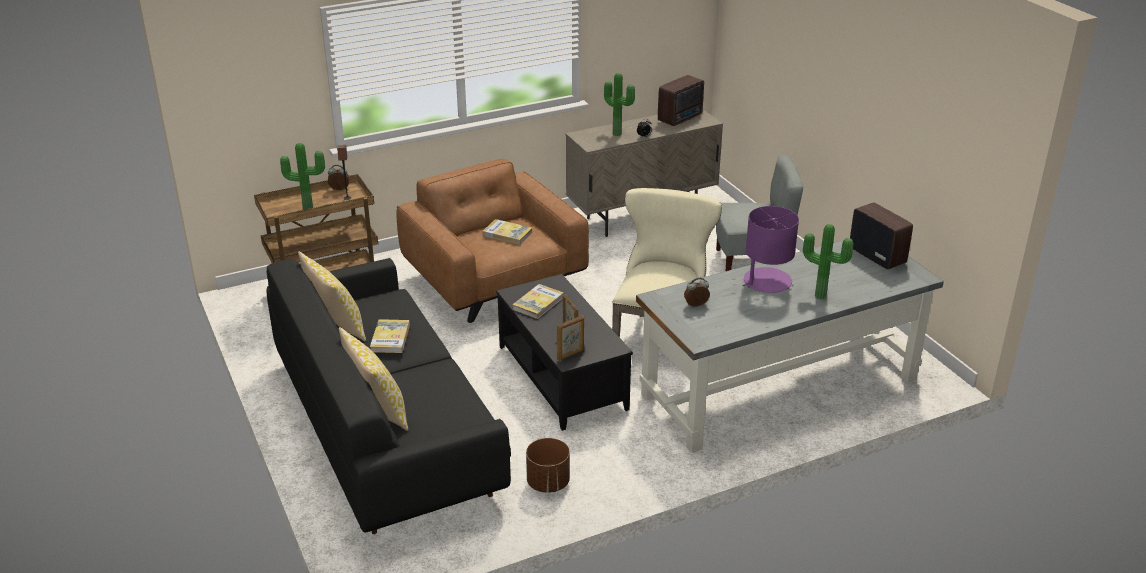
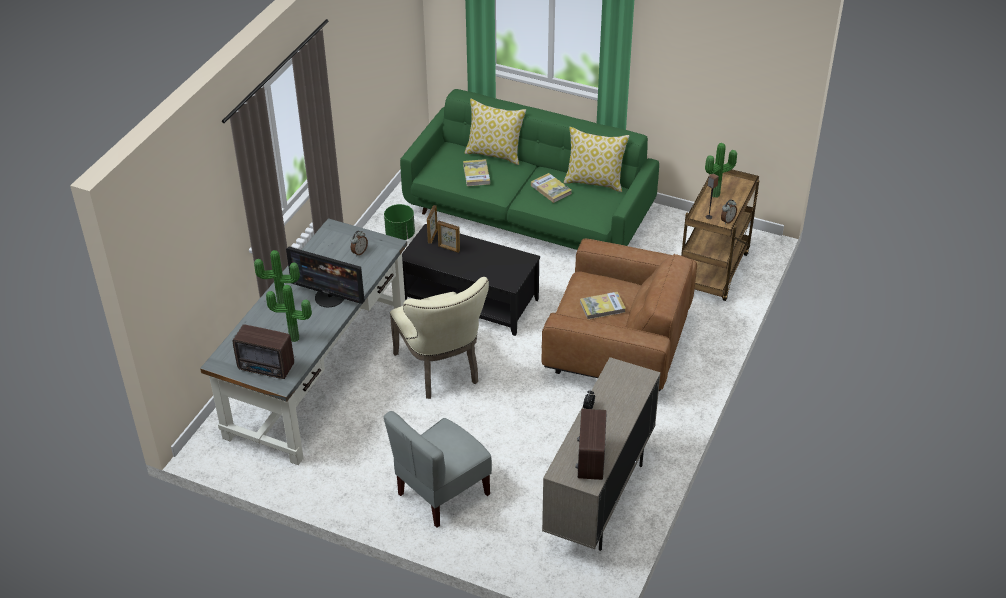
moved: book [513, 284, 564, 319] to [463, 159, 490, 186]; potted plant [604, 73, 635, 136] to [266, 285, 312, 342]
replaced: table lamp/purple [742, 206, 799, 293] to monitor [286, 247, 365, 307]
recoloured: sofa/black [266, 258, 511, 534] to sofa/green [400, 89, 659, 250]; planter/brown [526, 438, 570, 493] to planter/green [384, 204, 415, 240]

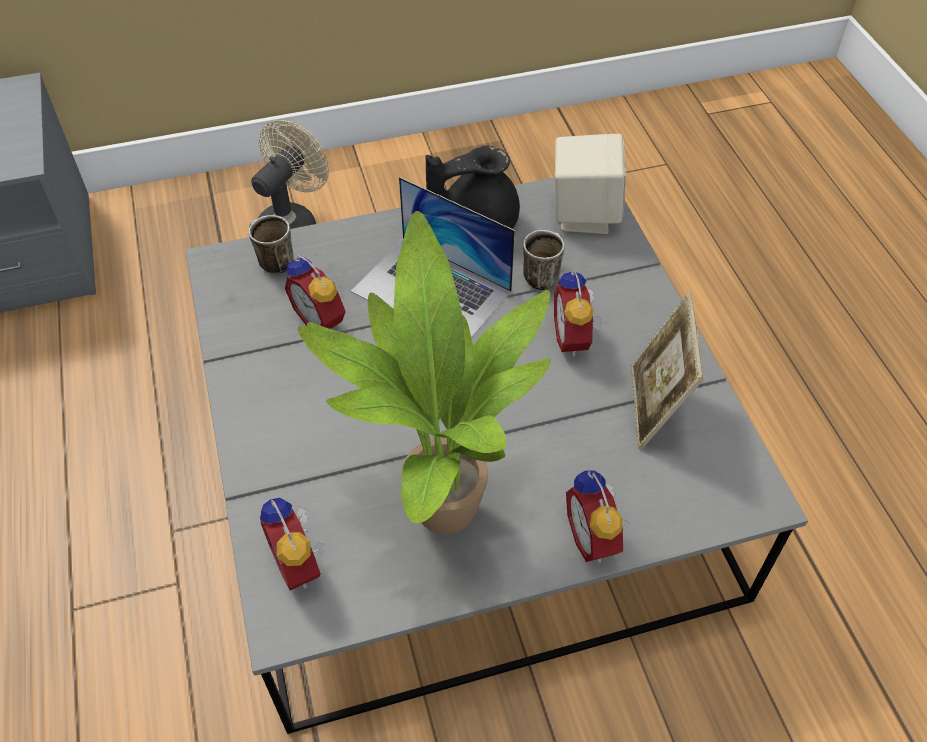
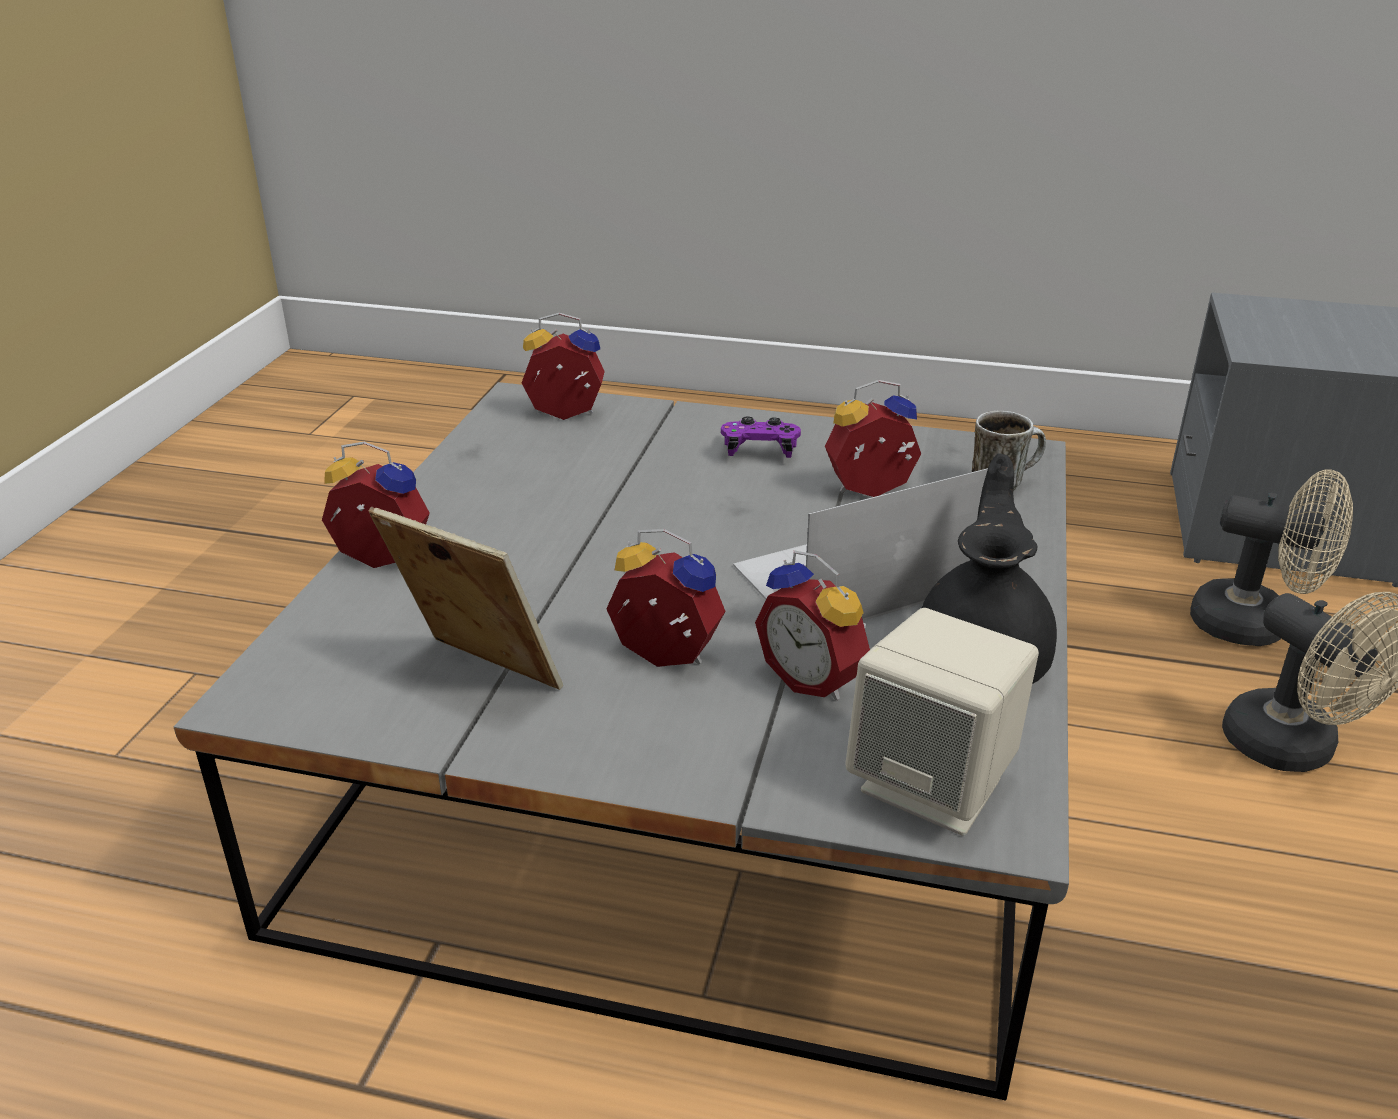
removed: potted plant [298, 211, 551, 535]
added: game controller/purple [721, 416, 801, 458]; fan/beige [1190, 470, 1353, 646]
replaced: mug [523, 230, 565, 290] to alarm clock [755, 550, 870, 700]

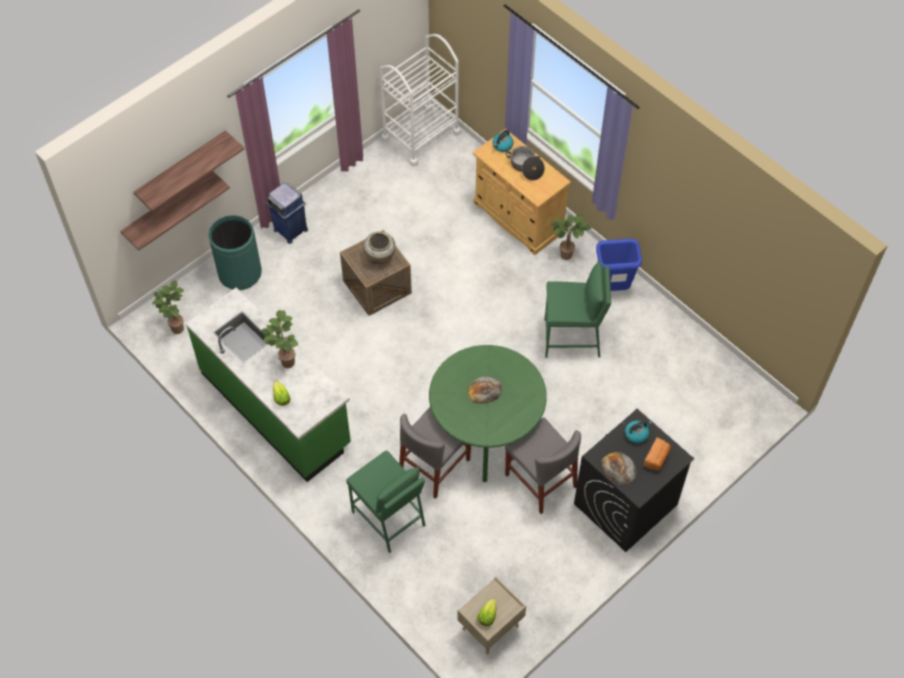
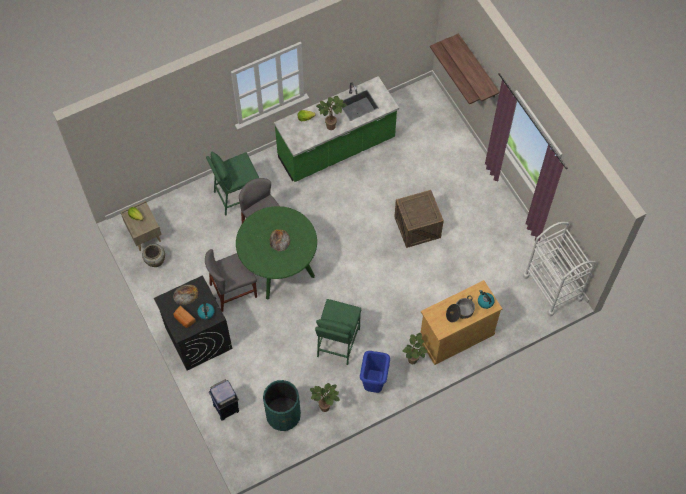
moved: potted plant [152, 280, 184, 334] to [310, 383, 340, 412]; trash can/green [209, 215, 262, 290] to [263, 380, 301, 431]; trash can/blue [267, 182, 308, 244] to [209, 379, 239, 421]; vase/beige [363, 231, 396, 265] to [142, 244, 165, 267]

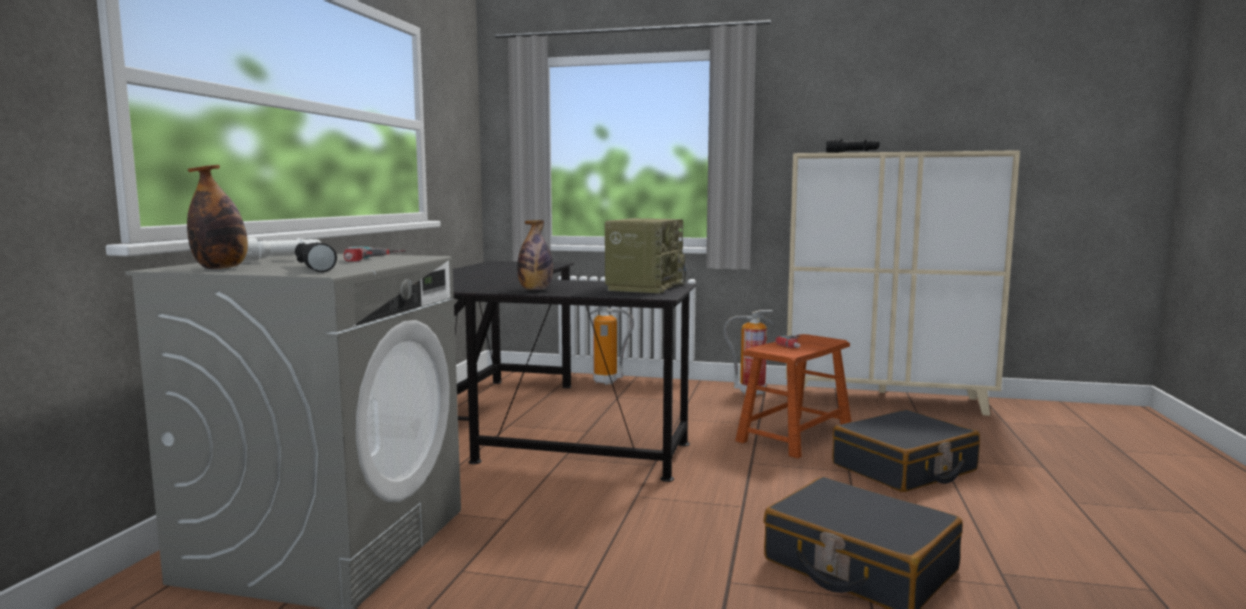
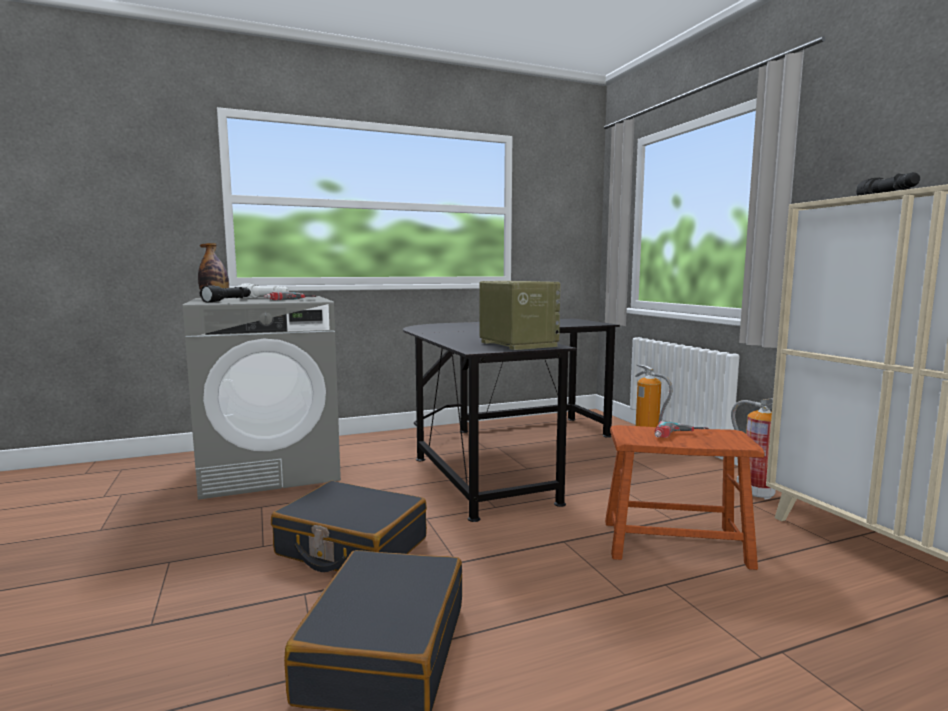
removed: bottle [517, 220, 553, 290]
moved: suitcase/black [832, 410, 980, 492] to [271, 481, 427, 572]
turned: radio [605, 218, 686, 293] = [479, 281, 561, 350] 105 degrees counterclockwise

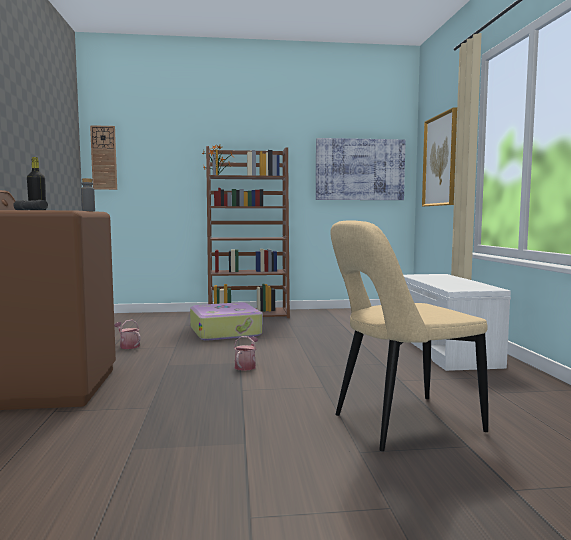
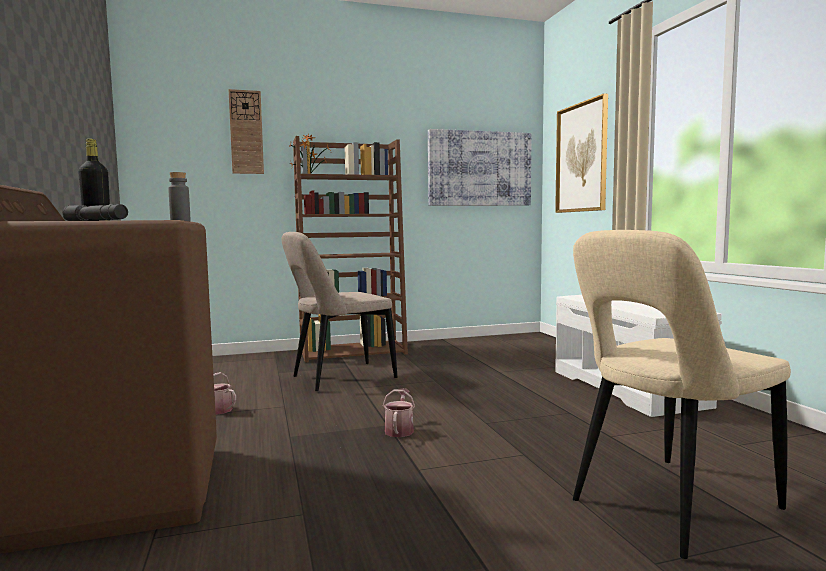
moved: wall clock [90, 125, 117, 190] to [228, 89, 264, 174]
replaced: suitcase [190, 302, 263, 341] to chair/beige [282, 232, 397, 391]

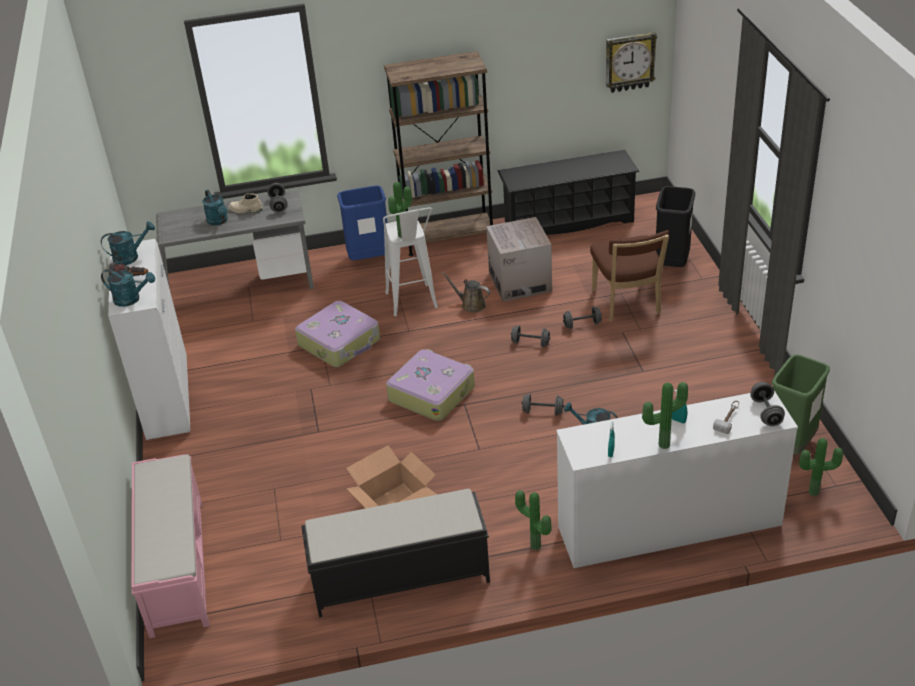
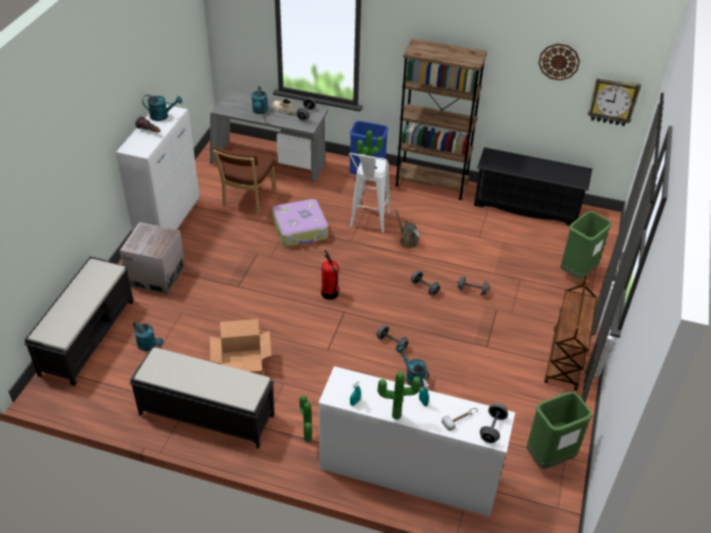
removed: potted plant [799, 438, 843, 496]
added: wall clock [538, 43, 580, 81]; cart/brown [544, 276, 597, 391]
moved: watering can/turquoise [101, 269, 155, 307] to [133, 321, 163, 351]; cardboard box [486, 217, 552, 302] to [120, 222, 185, 295]; chair/brown [590, 230, 669, 322] to [213, 146, 276, 214]
replaced: suitcase [386, 349, 475, 421] to fire extinguisher [321, 250, 339, 300]
recoloured: bench/pink [131, 454, 209, 638] to bench/black [24, 256, 134, 386]; trash can/black [656, 186, 695, 267] to trash can/green [560, 211, 612, 279]

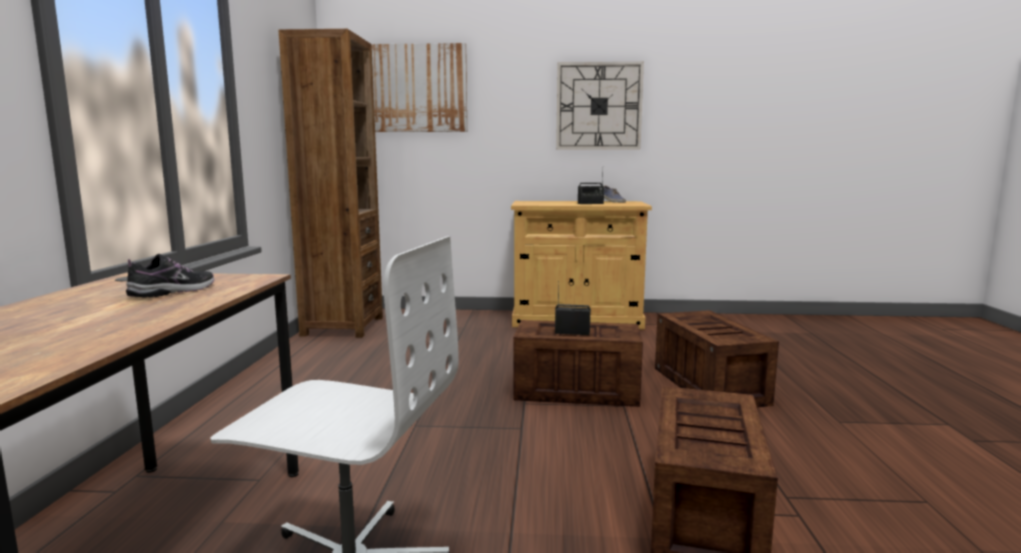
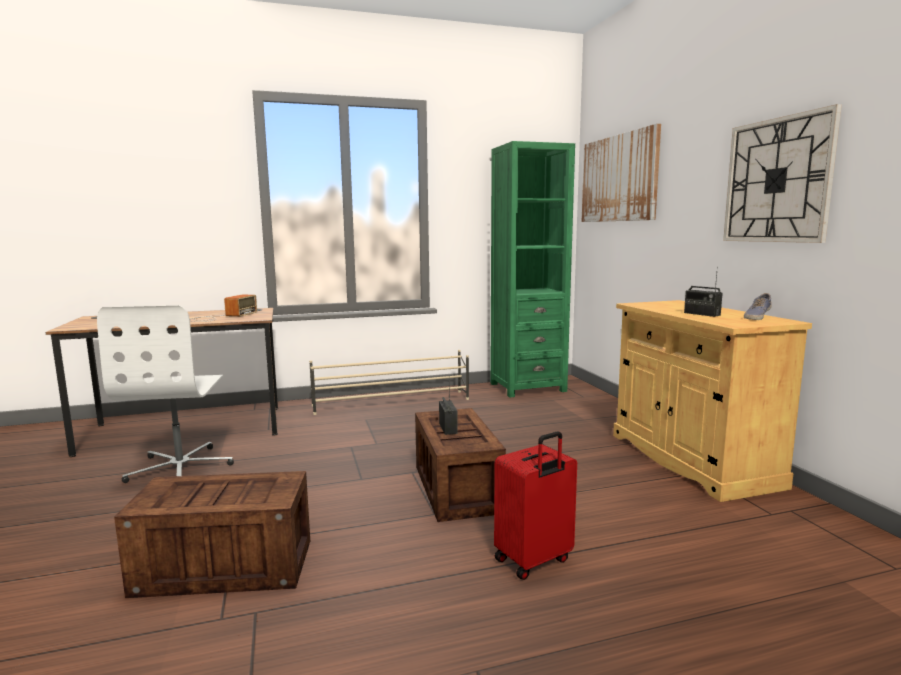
added: shoe rack/beige [309, 350, 469, 415]
replaced: shoe [126, 254, 214, 298] to radio [191, 295, 257, 322]; crate [655, 310, 779, 407] to suitcase/red [494, 431, 577, 580]
recoloured: bookcase/brown [279, 29, 383, 338] to bookcase/green [490, 141, 575, 398]

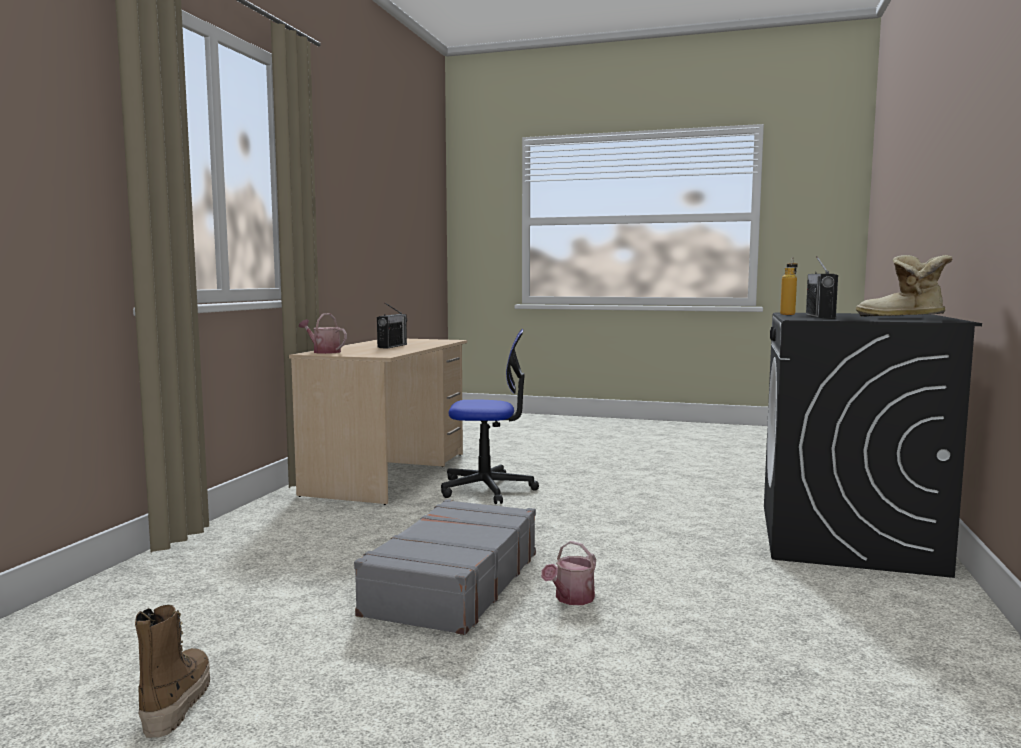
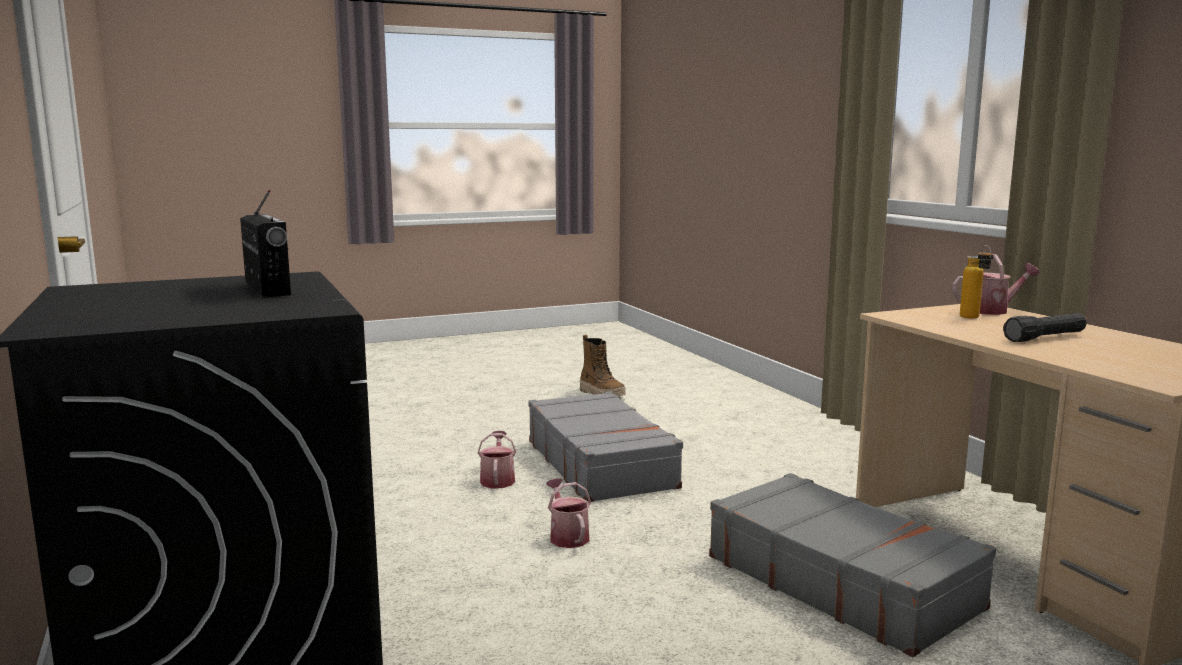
removed: boot [856, 255, 952, 317]
added: watering can [546, 478, 591, 548]
moved: bottle [780, 257, 798, 315] to [960, 245, 993, 319]
replaced: radio [377, 302, 407, 348] to flashlight/black [1003, 313, 1087, 342]; office chair [441, 329, 539, 504] to suitcase/grey [709, 473, 996, 657]

